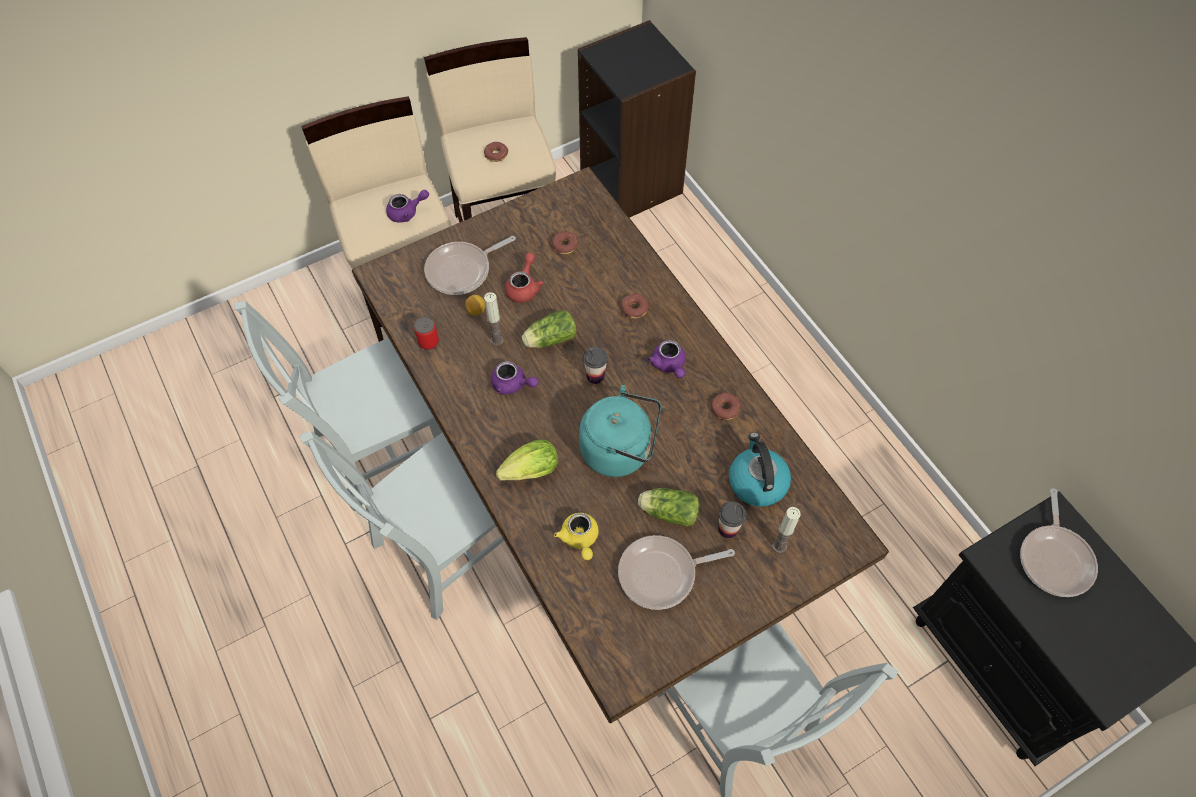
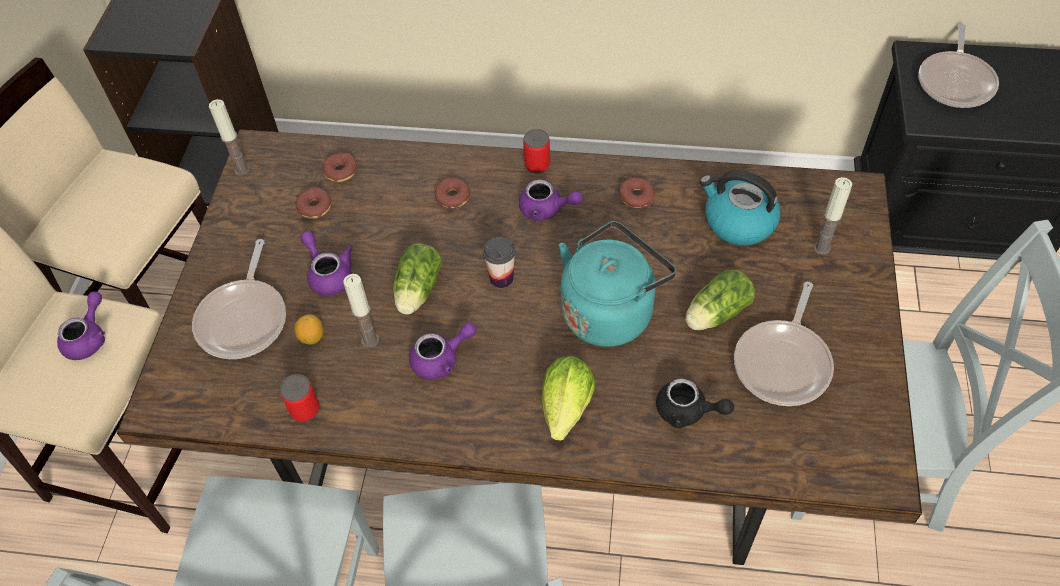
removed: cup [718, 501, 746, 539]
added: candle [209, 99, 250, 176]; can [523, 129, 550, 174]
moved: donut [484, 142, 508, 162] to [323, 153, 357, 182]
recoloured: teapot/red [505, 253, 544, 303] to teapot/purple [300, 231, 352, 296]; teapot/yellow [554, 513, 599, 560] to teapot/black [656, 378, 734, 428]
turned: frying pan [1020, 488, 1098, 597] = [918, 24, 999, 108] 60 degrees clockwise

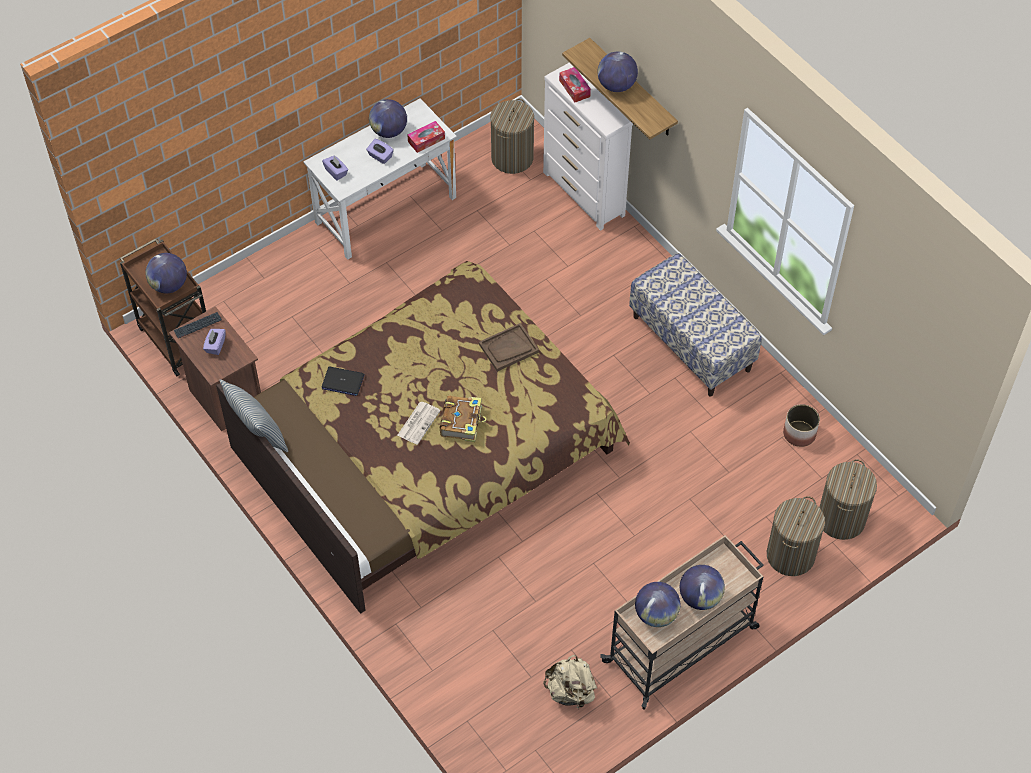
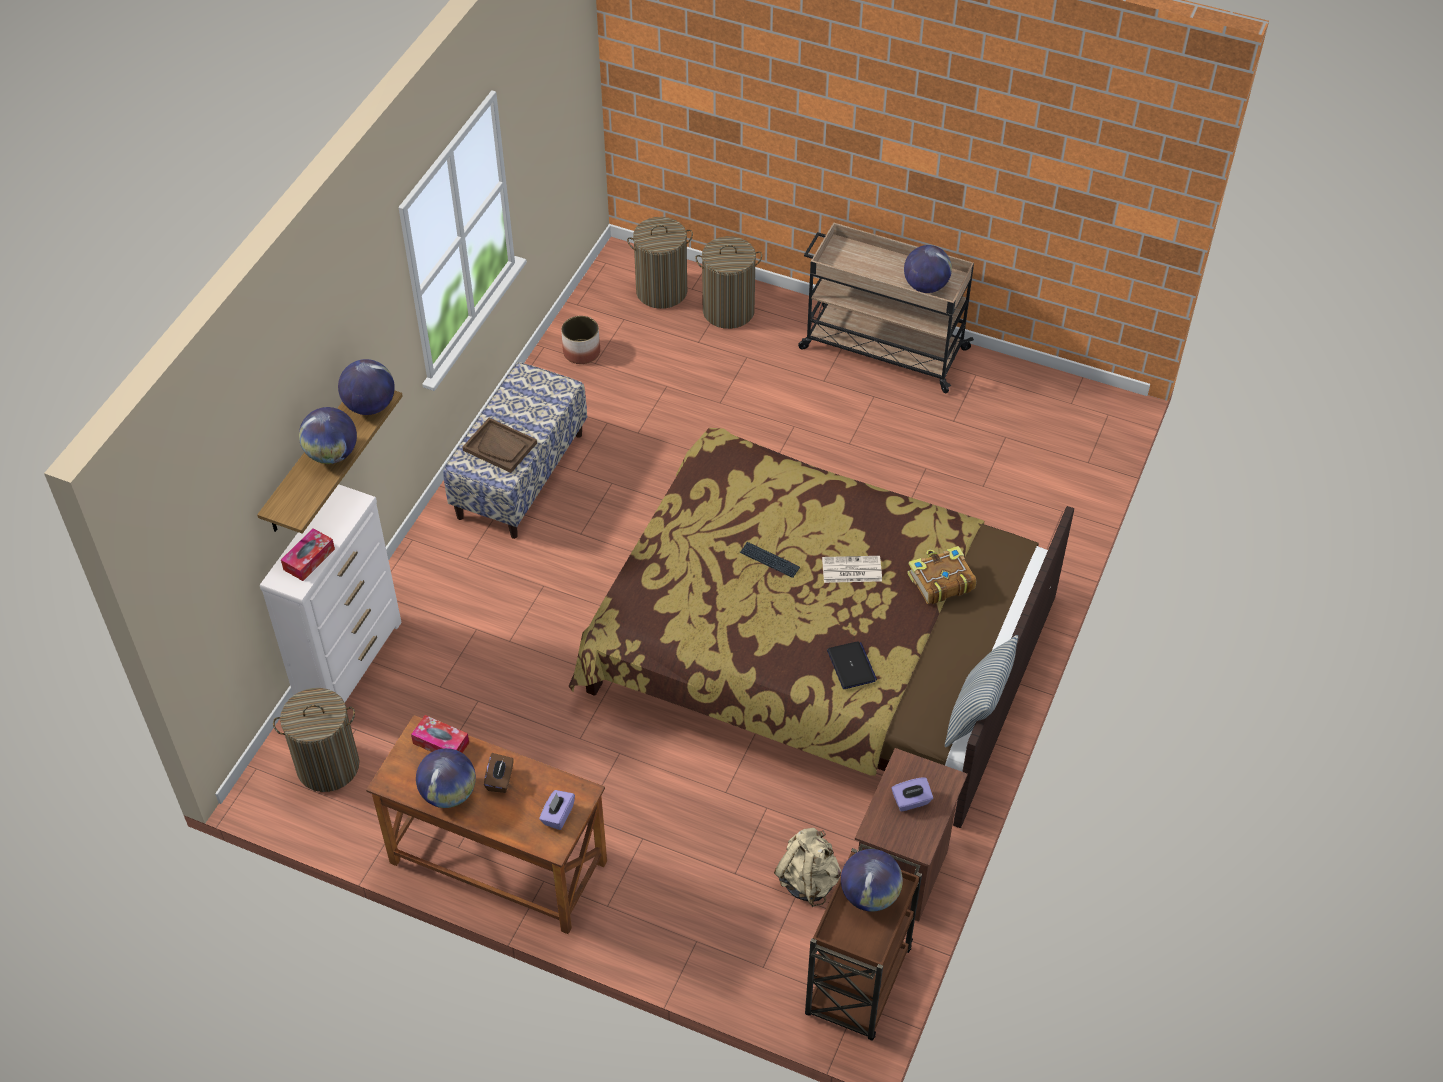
moved: keyboard [174, 312, 222, 338] to [740, 542, 800, 578]; book [440, 395, 486, 442] to [907, 546, 976, 604]; tray/brown [479, 323, 539, 372] to [462, 418, 537, 473]; backpack/beige [543, 655, 597, 709] to [774, 828, 841, 907]; globe [680, 565, 725, 610] to [338, 359, 395, 415]
recoloured: desk/white [303, 98, 457, 260] to desk/brown [366, 715, 607, 934]; tissue box/purple [366, 139, 394, 164] to tissue box/brown [484, 753, 514, 793]

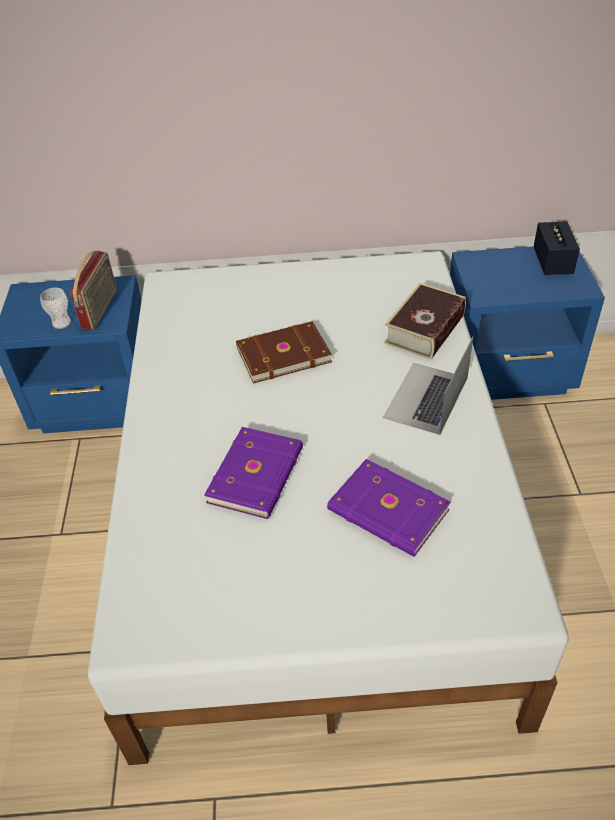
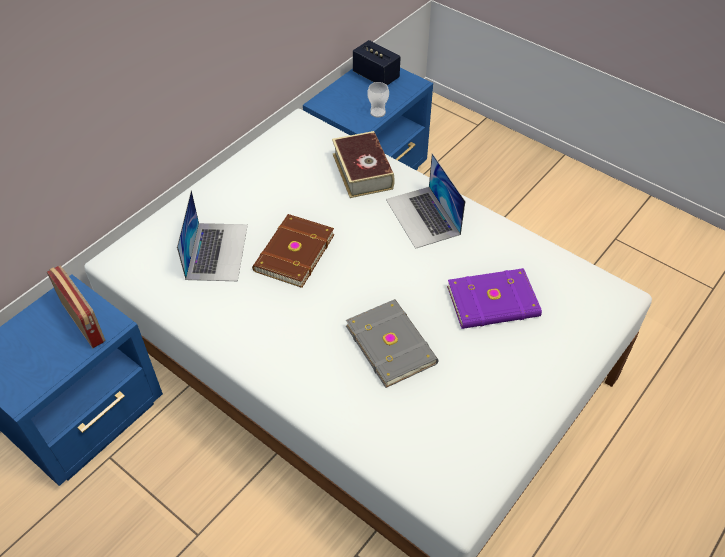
added: laptop [177, 190, 248, 281]
moved: cup [40, 288, 71, 329] to [367, 82, 389, 118]
recoloured: book/purple [204, 427, 303, 519] to book/grey [346, 299, 439, 388]

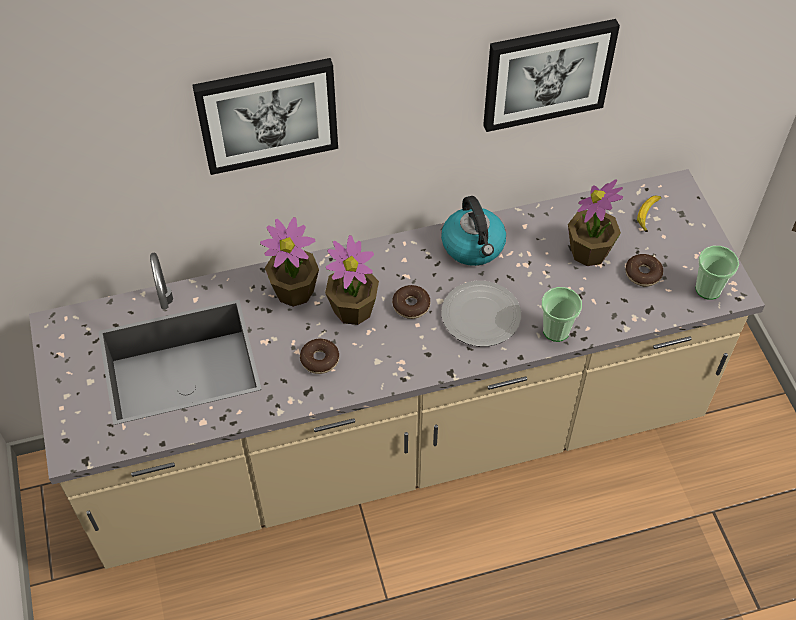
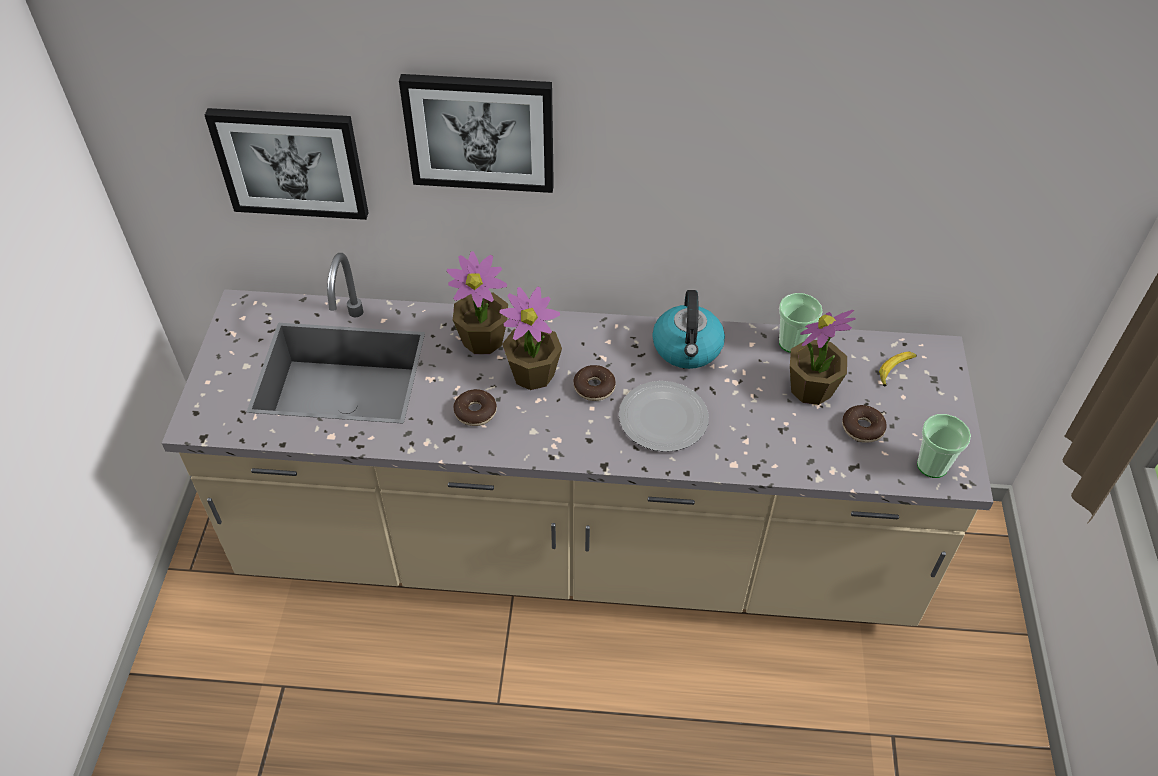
moved: picture [483, 19, 620, 132] to [205, 108, 369, 220]; cup [541, 287, 582, 342] to [779, 293, 823, 353]

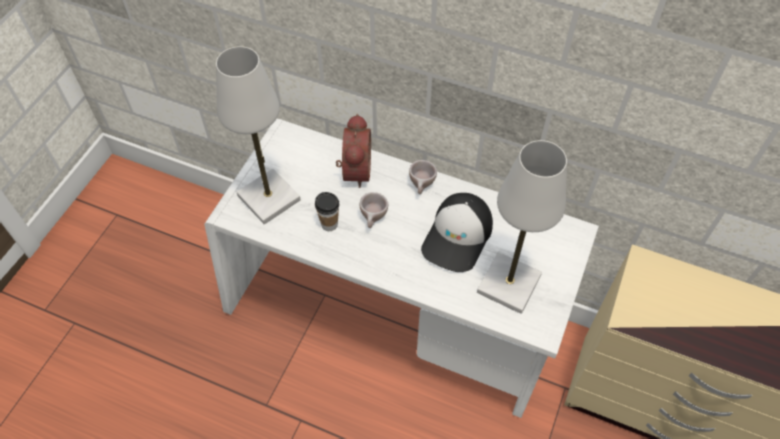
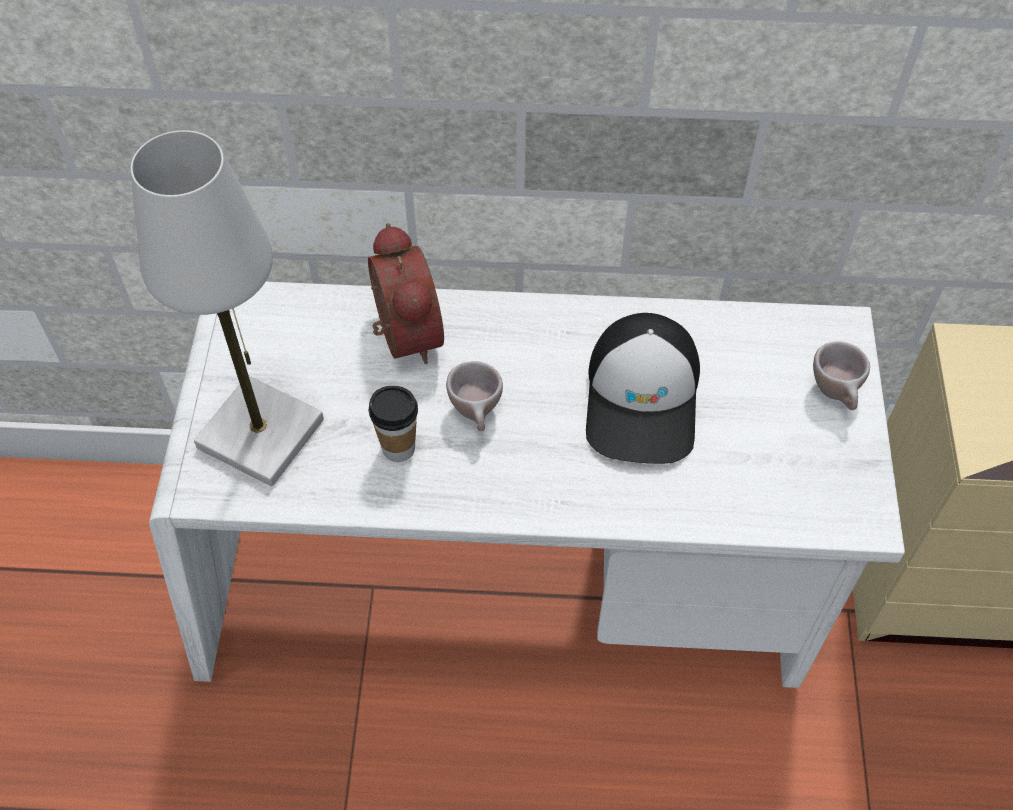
removed: table lamp/white [477, 140, 567, 314]
moved: cup/beige [409, 160, 437, 194] to [813, 341, 870, 410]

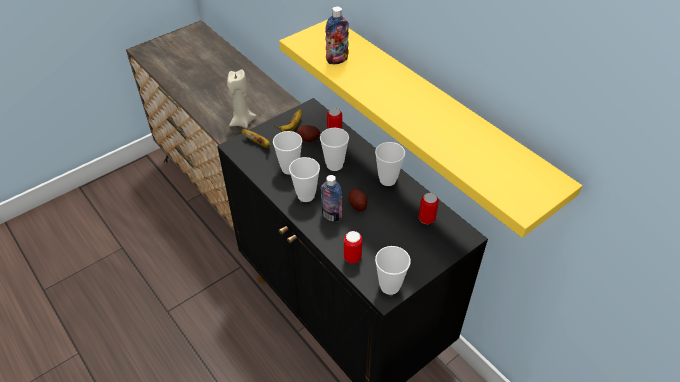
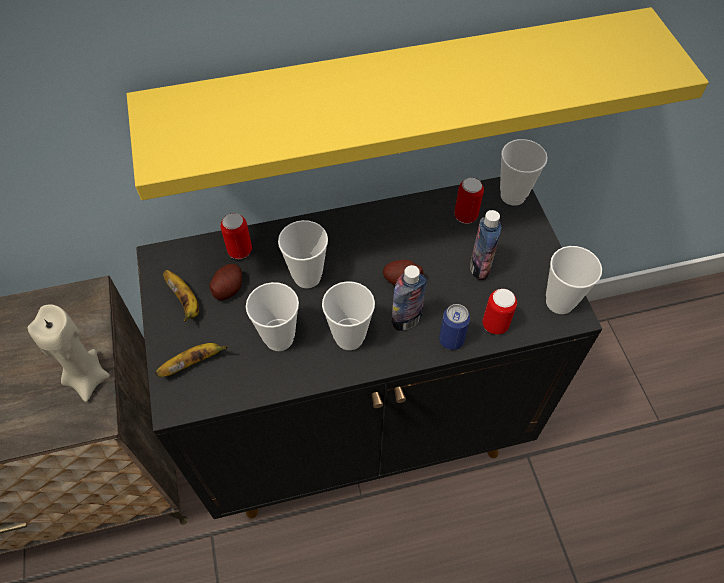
added: can [439, 304, 470, 350]
moved: bottle [325, 6, 349, 64] to [470, 210, 501, 280]; cup [375, 142, 405, 186] to [500, 139, 548, 206]

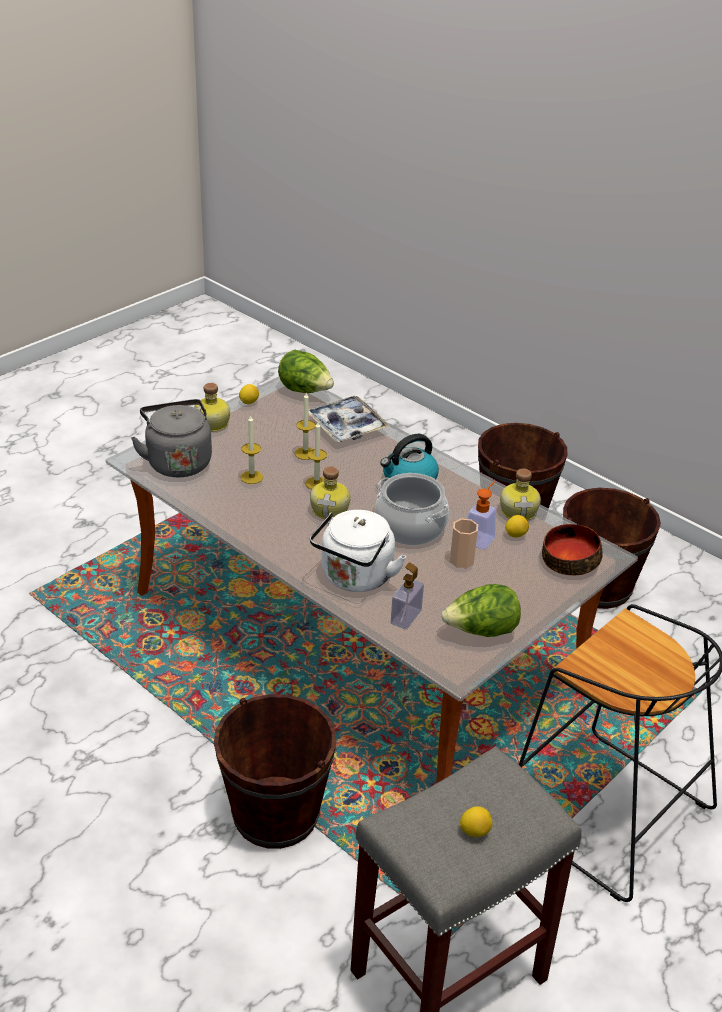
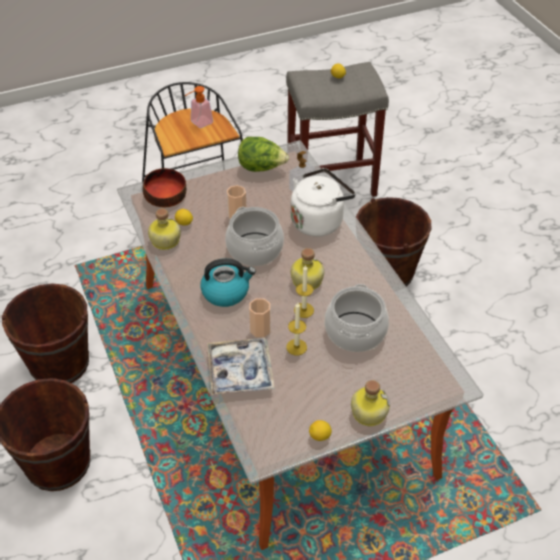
removed: kettle/grey [131, 399, 212, 477]; lettuce [278, 350, 334, 393]
added: cup [249, 298, 271, 337]
moved: soap dispenser [468, 481, 496, 549] to [185, 86, 213, 128]
replaced: candle [241, 416, 263, 484] to cooking pot [325, 284, 389, 352]

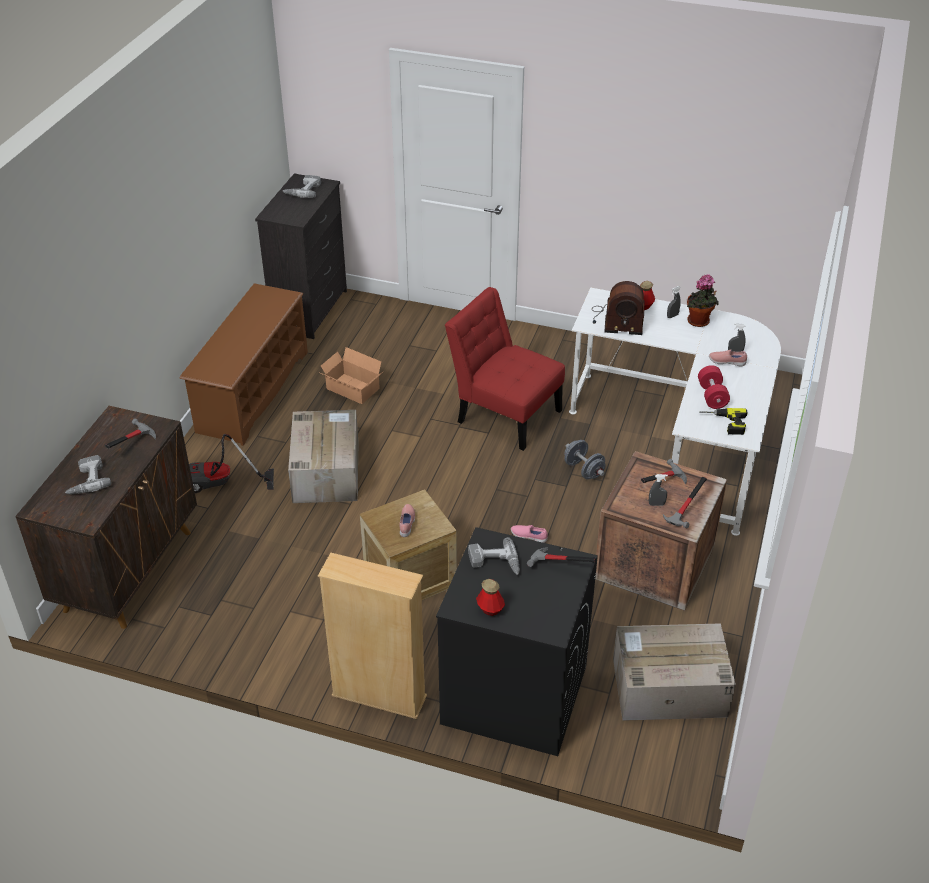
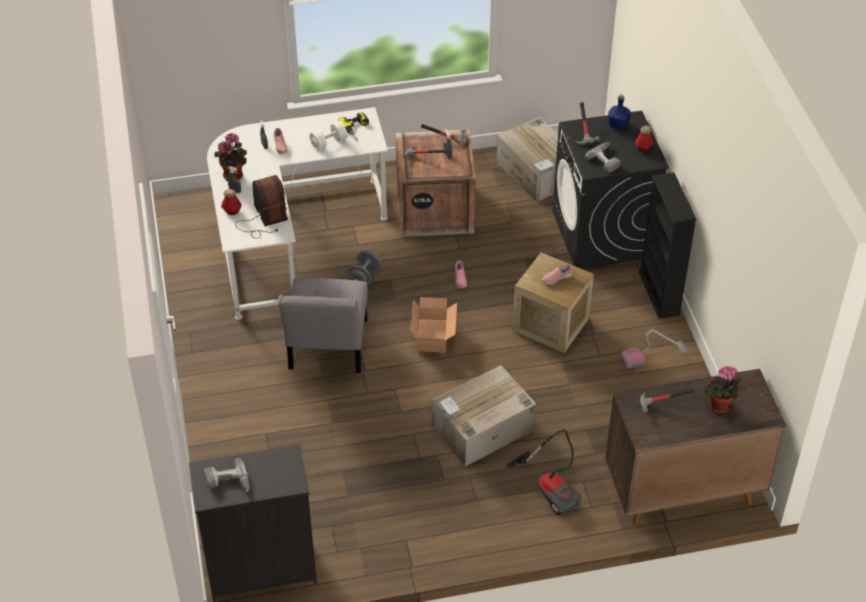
removed: shoe rack/brown [180, 283, 308, 446]
added: bottle/blue [608, 94, 631, 130]; vacuum cleaner [620, 329, 688, 368]
moved: cardboard box [318, 347, 384, 404] to [411, 297, 457, 352]
replaced: power drill [65, 455, 111, 494] to potted plant [705, 366, 742, 413]
recoloured: bookcase/beige [318, 553, 427, 719] to bookcase/black [639, 172, 697, 319]; chair/red [445, 287, 565, 451] to chair/grey [278, 278, 368, 373]; dumbbell/red [698, 365, 730, 409] to dumbbell/white [309, 121, 348, 151]

